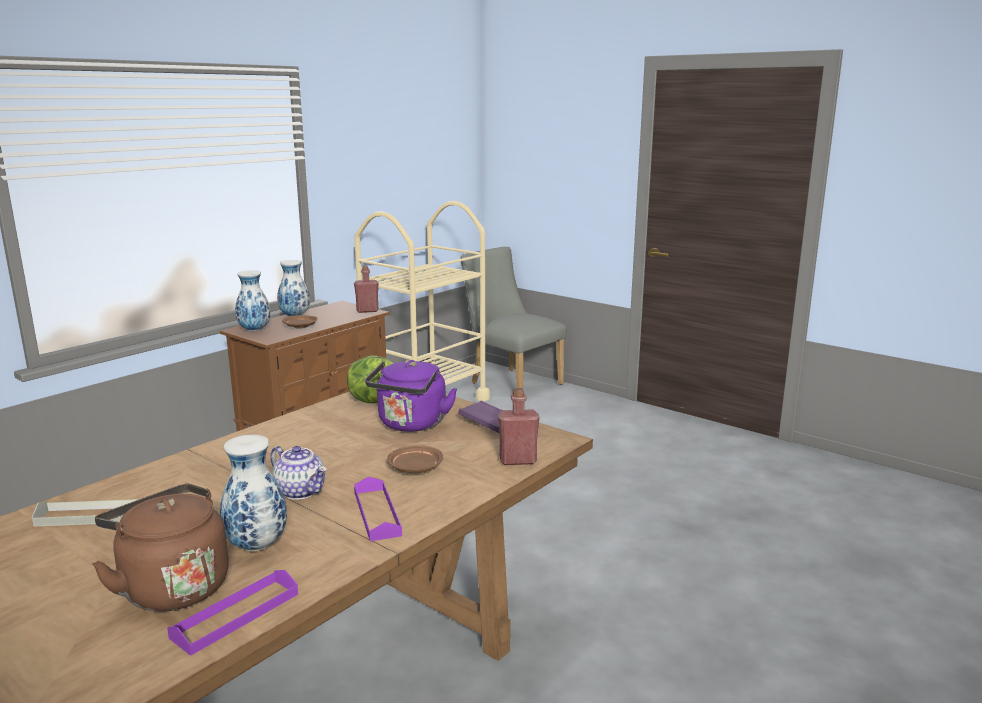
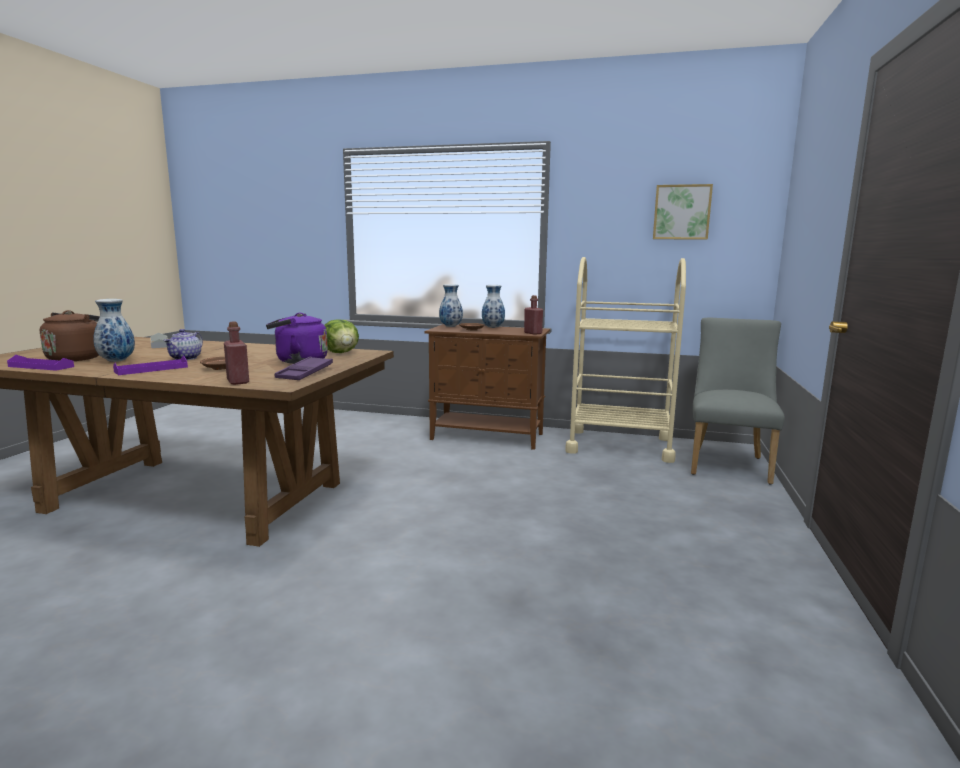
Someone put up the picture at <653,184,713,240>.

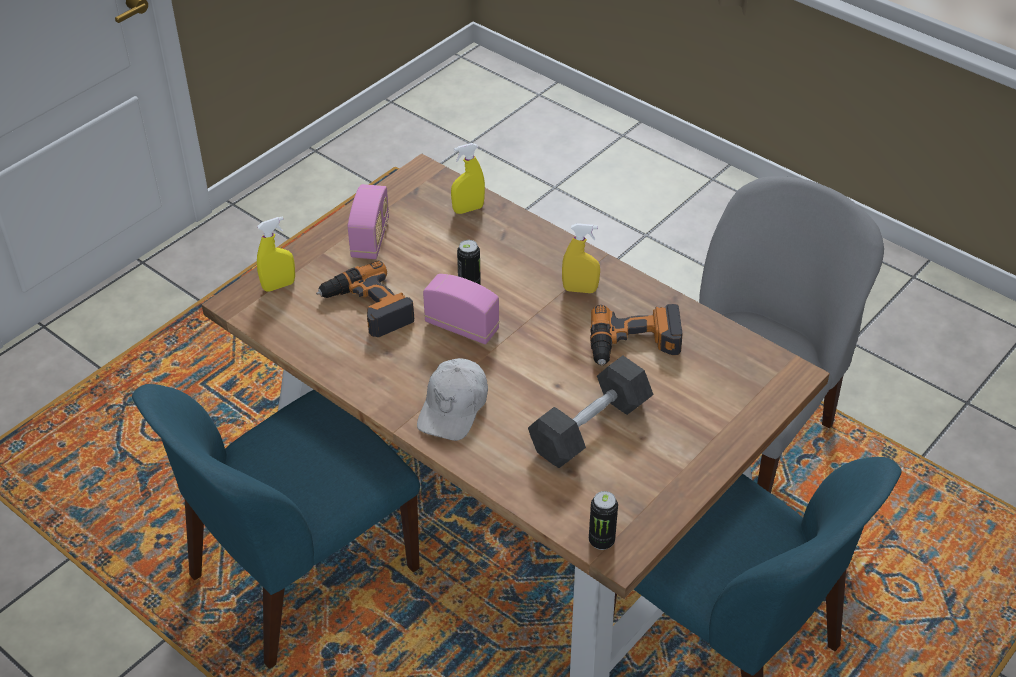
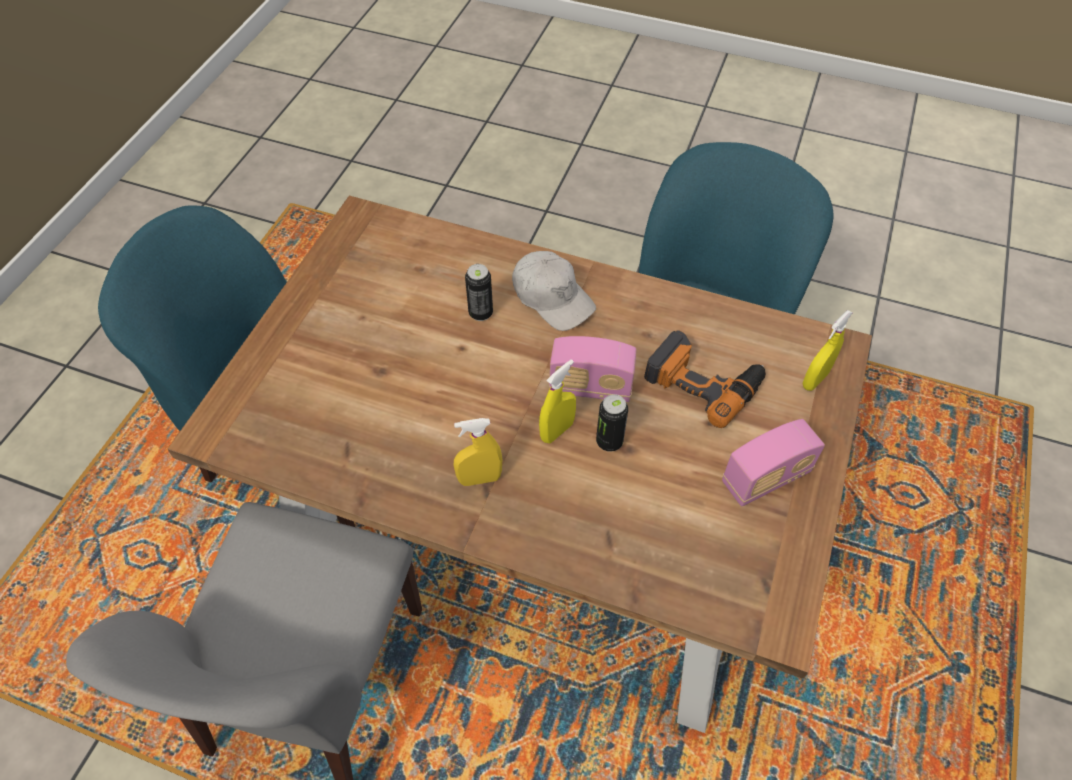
Someone carried the yellowish spray bottle from <451,143,485,214> to <539,359,576,443>.
Someone rotated the radio at <348,184,389,259> by 105 degrees counterclockwise.
Someone took away the electric drill at <590,304,683,366>.
Someone took away the grey dumbbell at <528,355,654,468>.
Someone rotated the white-coloured baseball cap at <417,358,488,441> by 135 degrees clockwise.
Someone carried the can from <589,491,618,550> to <465,264,493,321>.

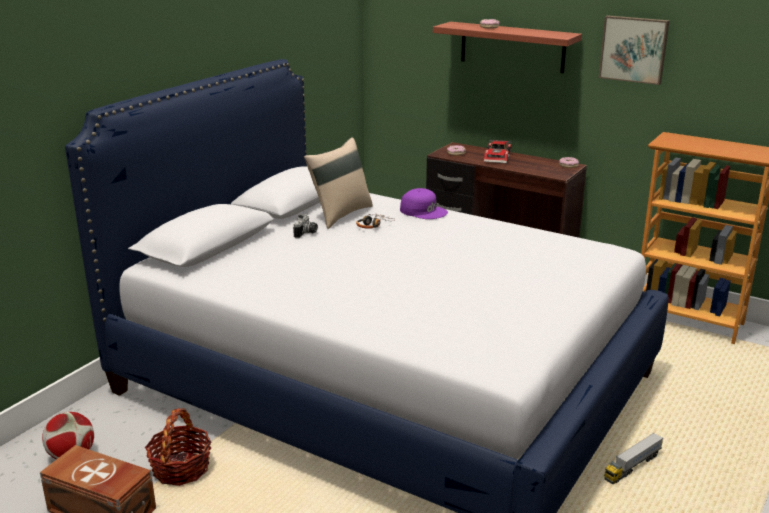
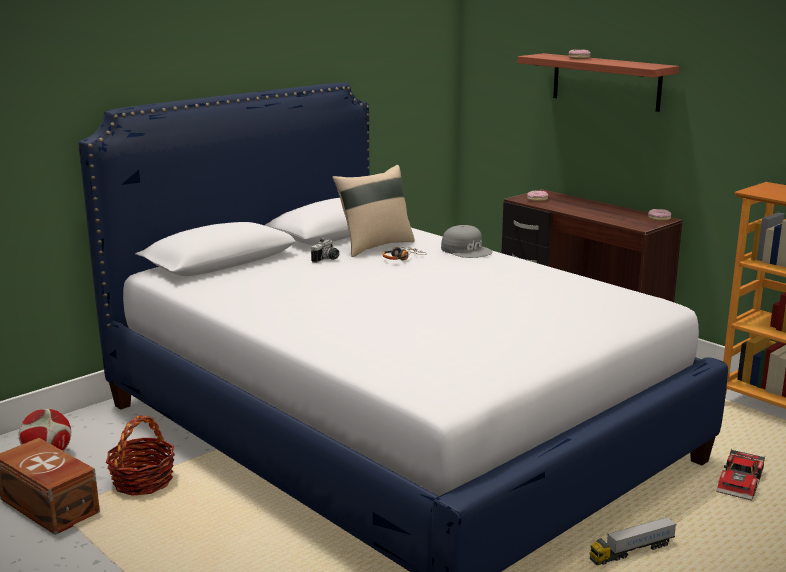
Someone took away the picture at <599,15,670,85>.
Someone carried the model car from <484,140,512,164> to <717,449,765,501>.
Someone repainted the purple-coloured baseball cap at <400,188,448,219>, which became the grey baseball cap at <441,225,493,258>.

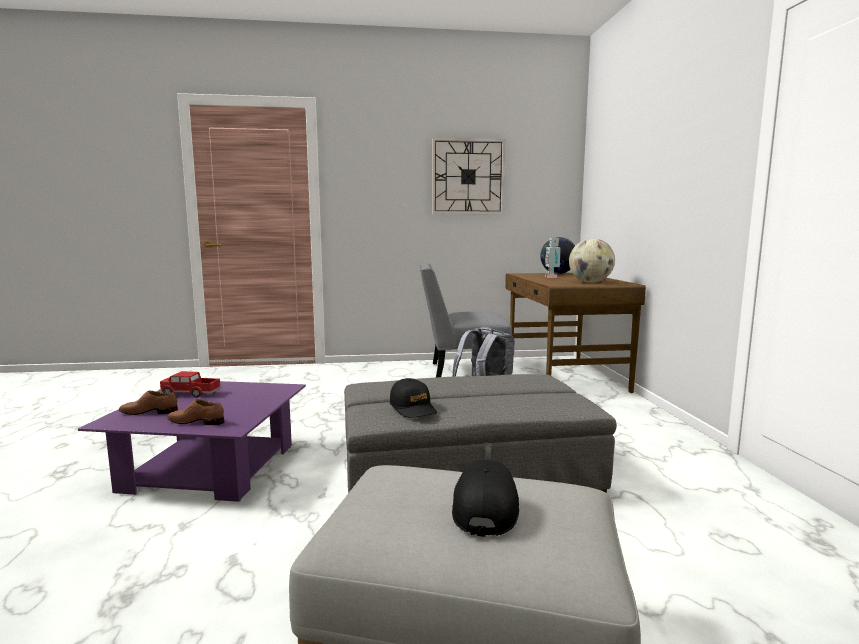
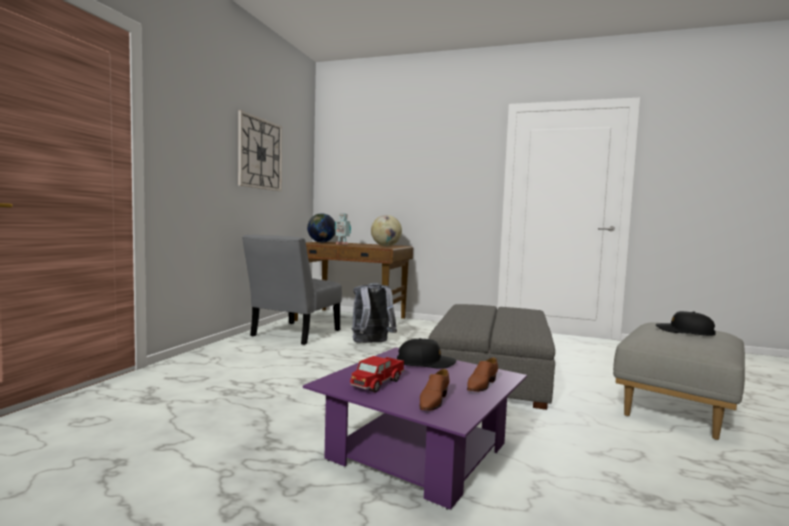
Someone carried the black-coloured baseball cap from <390,378,437,418> to <397,338,456,369>.

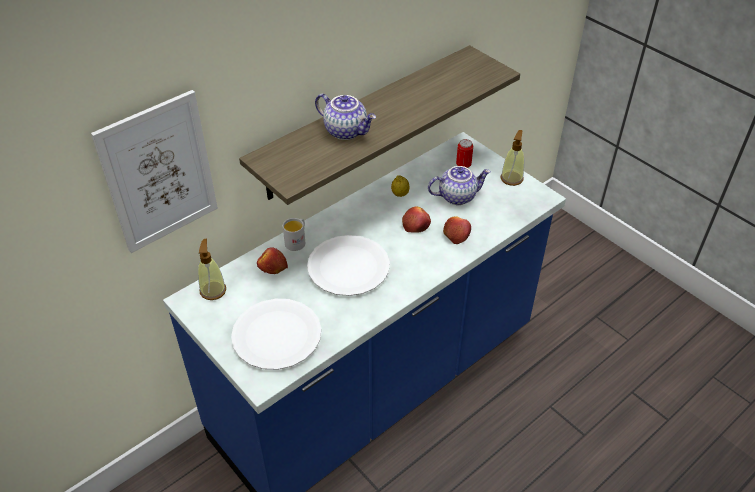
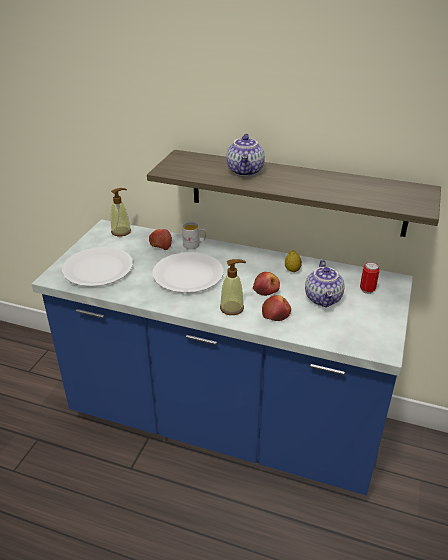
Someone took away the picture at <91,90,218,253>.
Someone carried the liquid soap bottle from <501,130,524,186> to <220,259,246,315>.
Someone rotated the tea pot at <428,166,491,205> by 45 degrees clockwise.

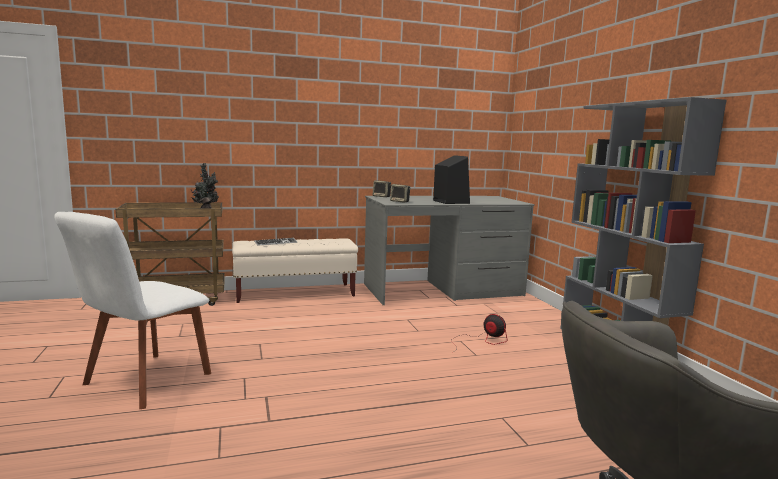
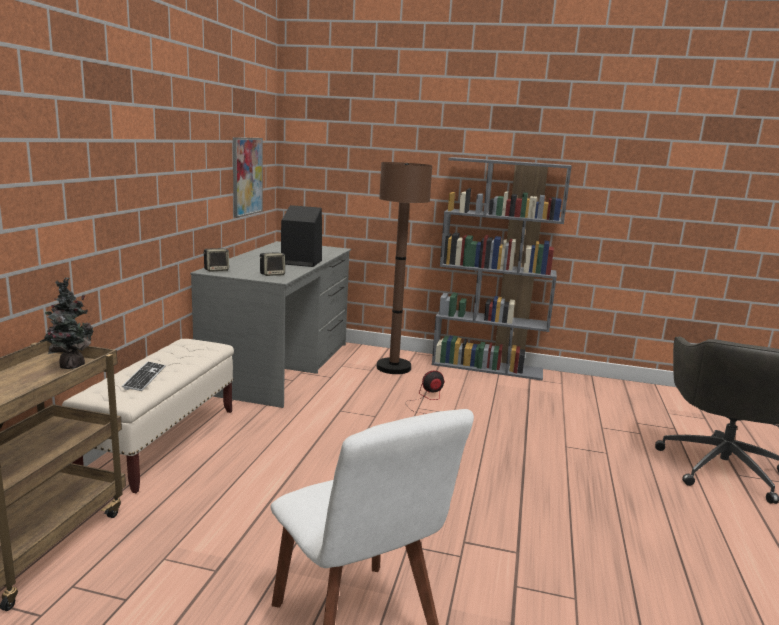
Someone put up the picture at <233,137,263,218>.
Someone put down the brown-coloured floor lamp at <377,162,432,374>.

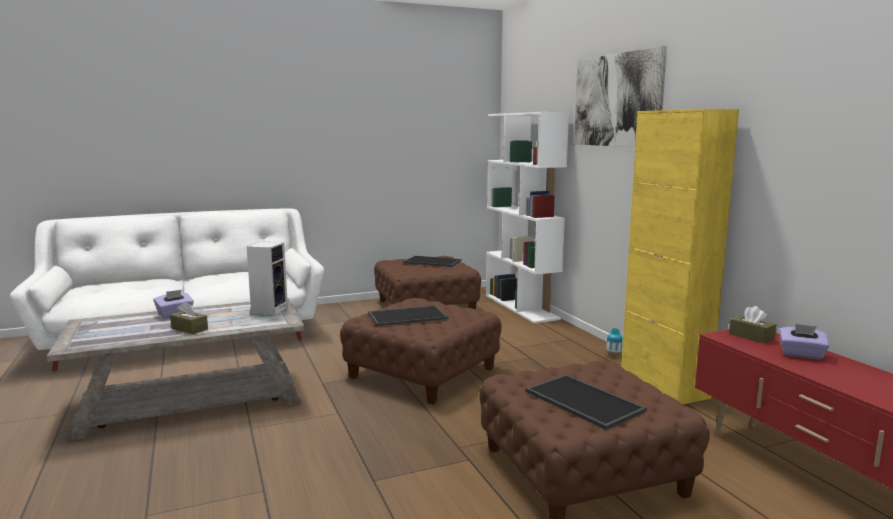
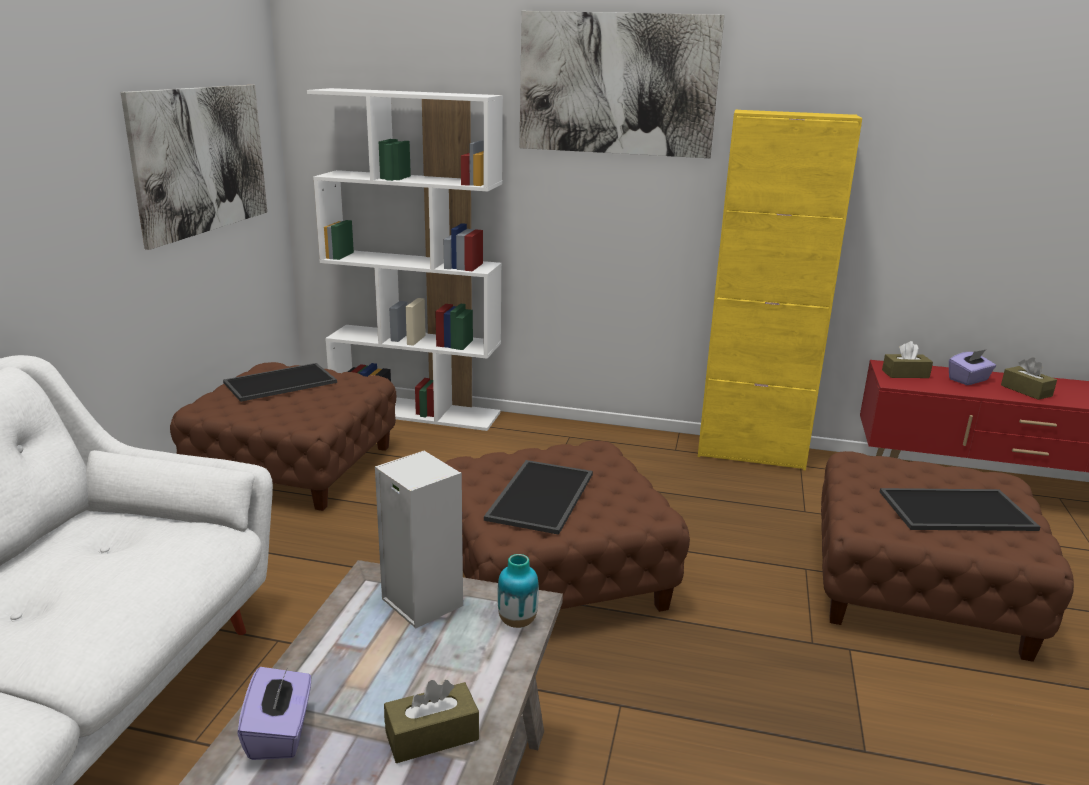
Someone carried the decorative vase from <606,328,623,356> to <497,554,539,628>.
Someone put up the picture at <121,85,267,250>.
Someone put down the brown-coloured tissue box at <1001,357,1057,400>.

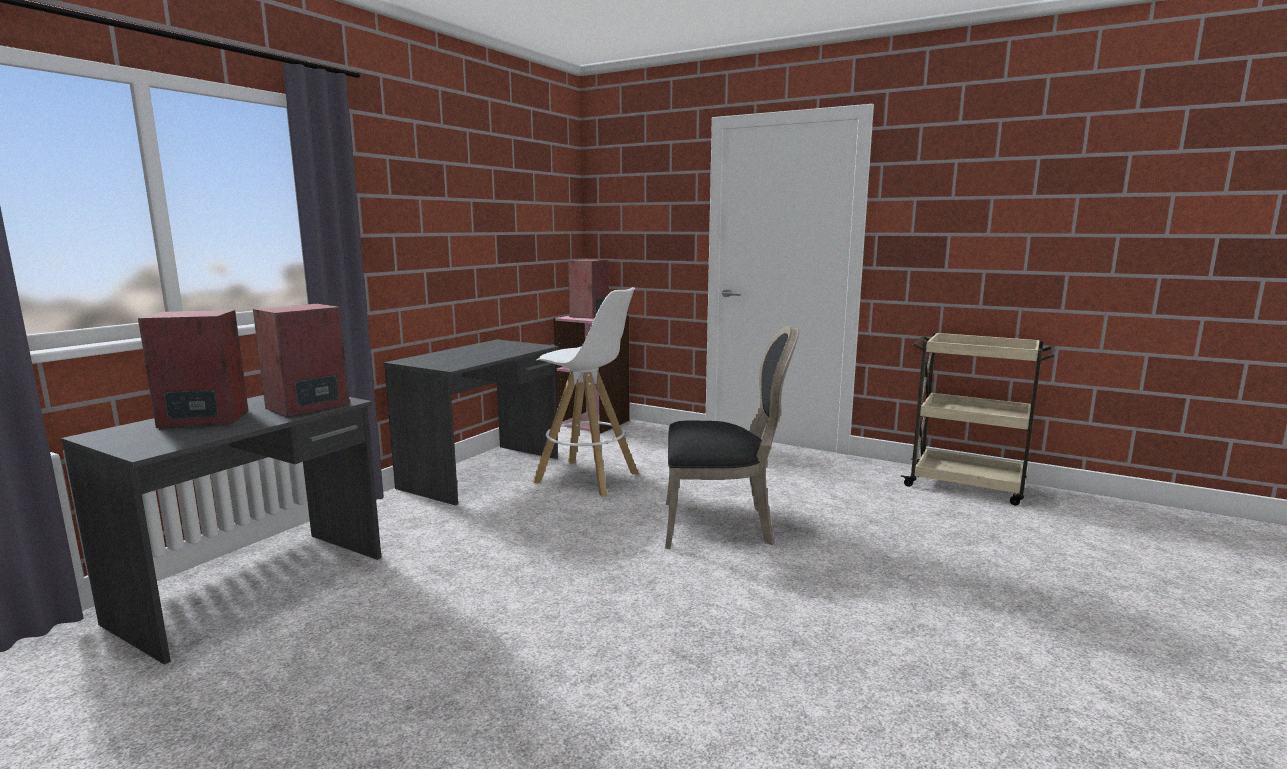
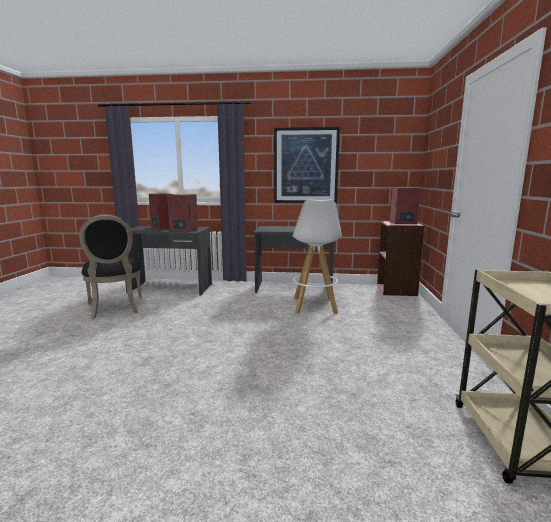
Someone carried the black-coloured plain chair from <665,326,799,549> to <79,214,142,319>.
Someone put up the picture at <274,127,340,203>.

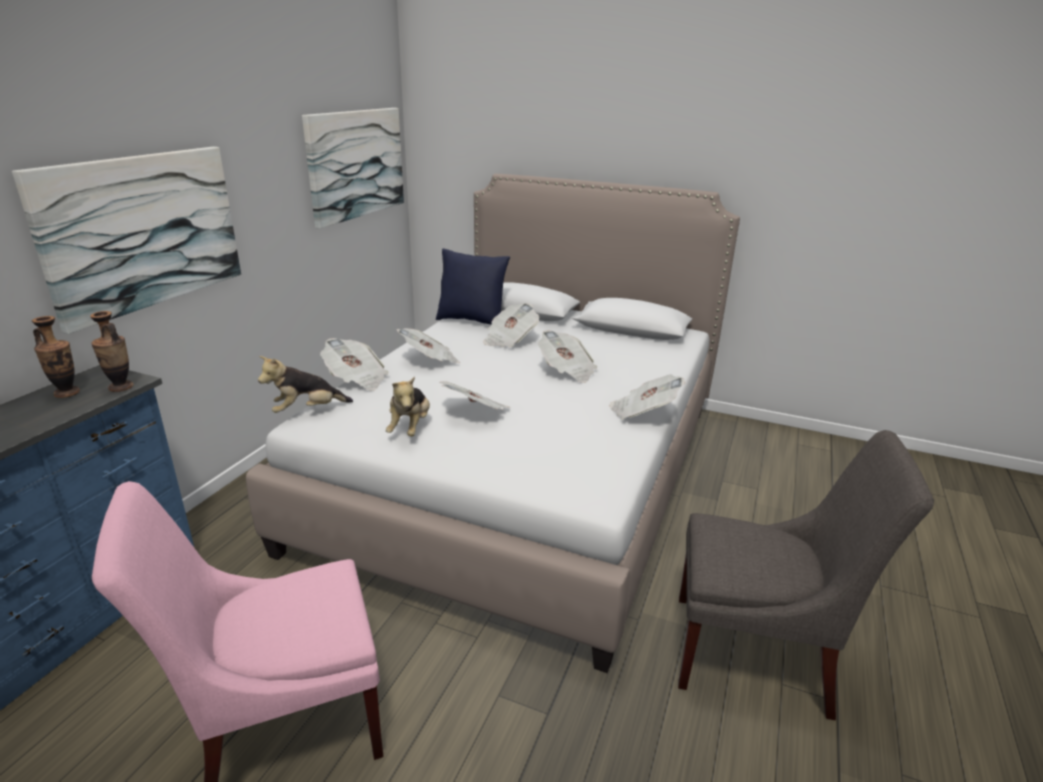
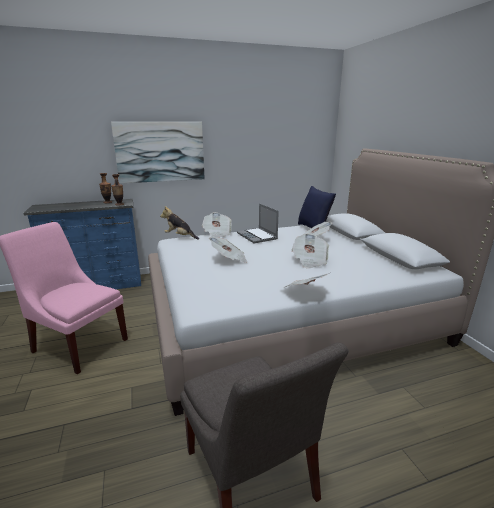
Someone took away the picture at <302,108,404,229>.
Someone swapped the daily paper at <397,328,460,363> for the laptop at <237,203,279,243>.
Someone took away the cuddly toy at <386,376,430,436>.

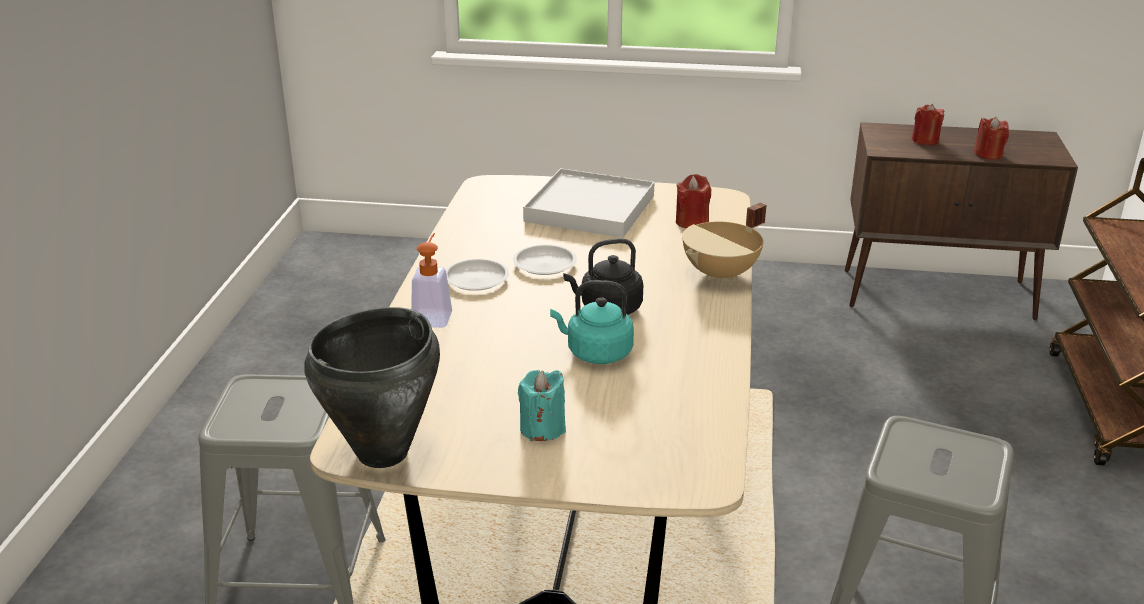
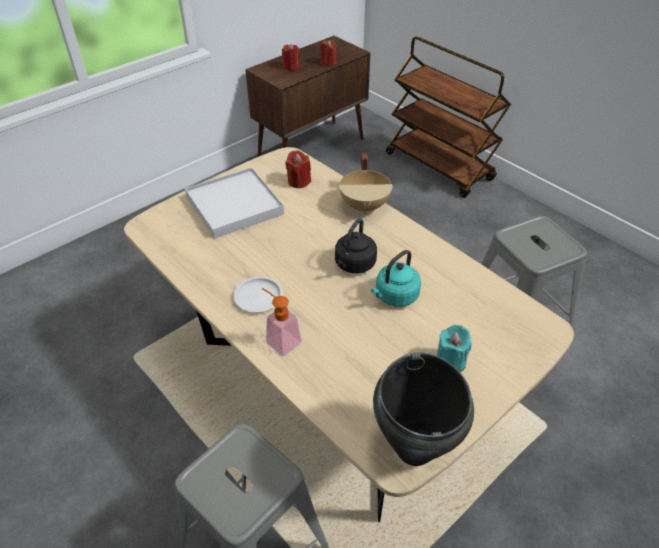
Someone took away the white-coloured plate at <513,244,577,275>.

